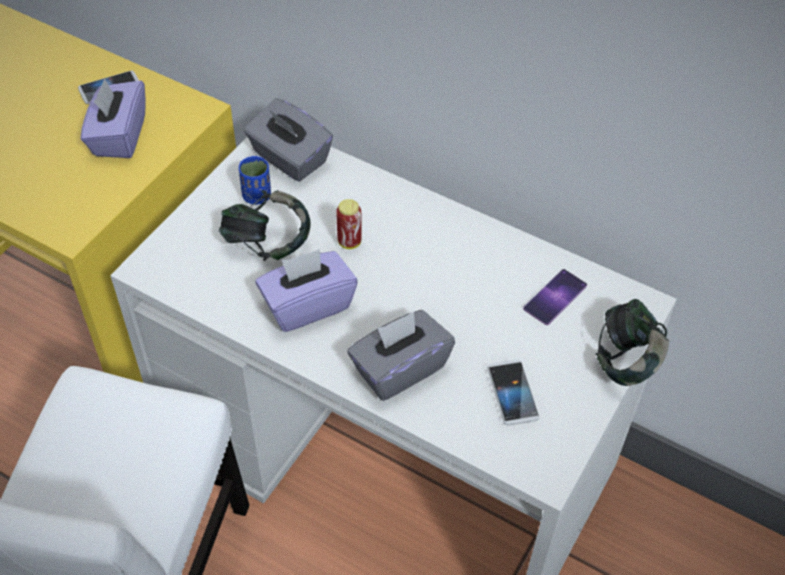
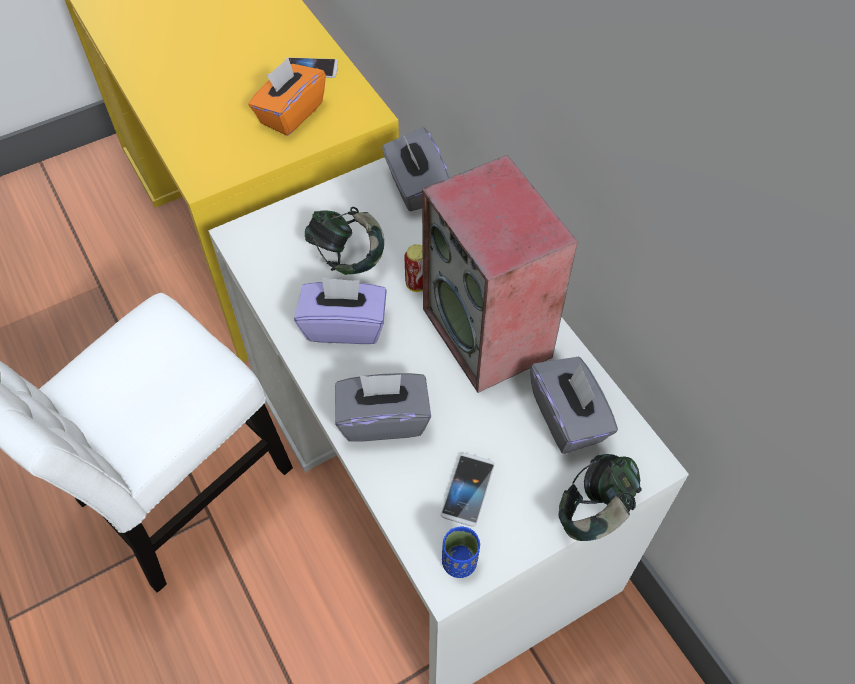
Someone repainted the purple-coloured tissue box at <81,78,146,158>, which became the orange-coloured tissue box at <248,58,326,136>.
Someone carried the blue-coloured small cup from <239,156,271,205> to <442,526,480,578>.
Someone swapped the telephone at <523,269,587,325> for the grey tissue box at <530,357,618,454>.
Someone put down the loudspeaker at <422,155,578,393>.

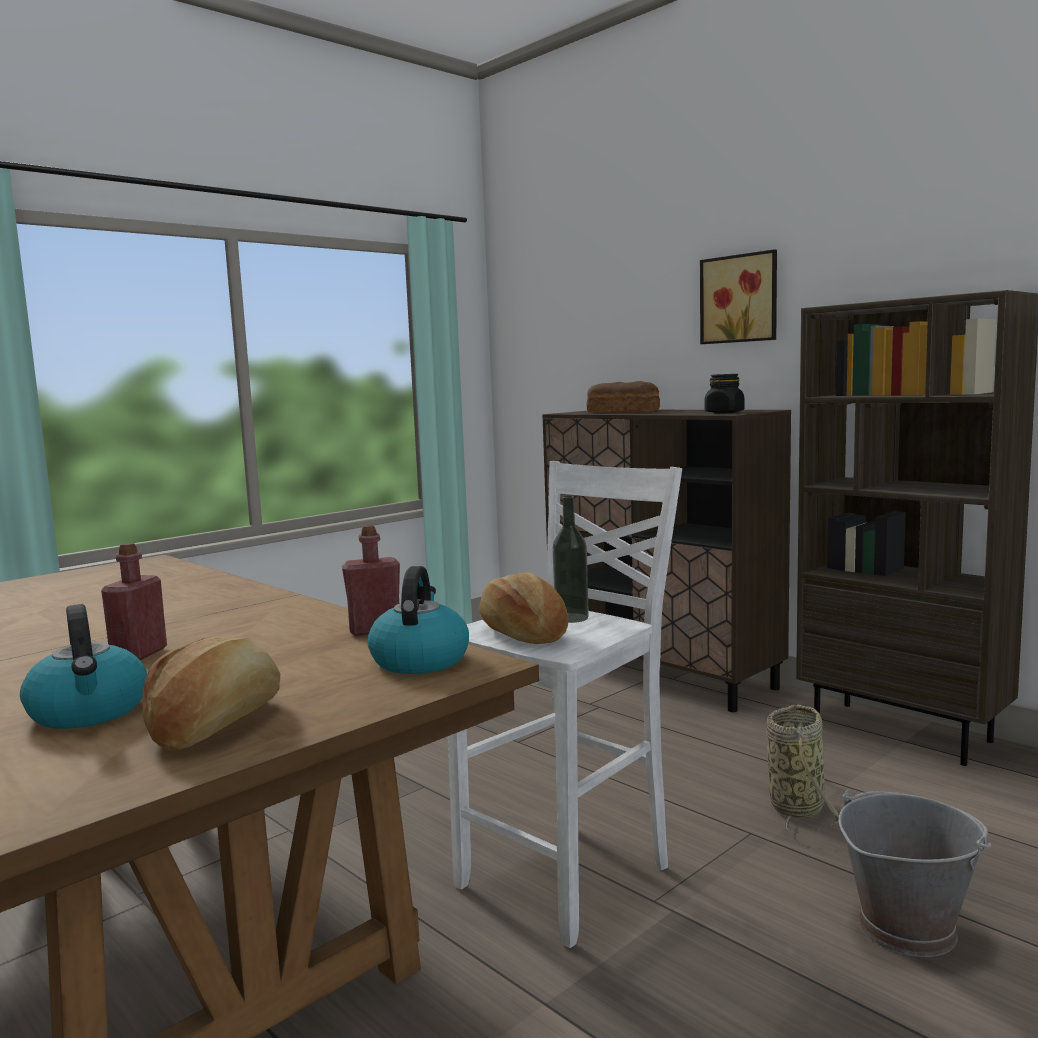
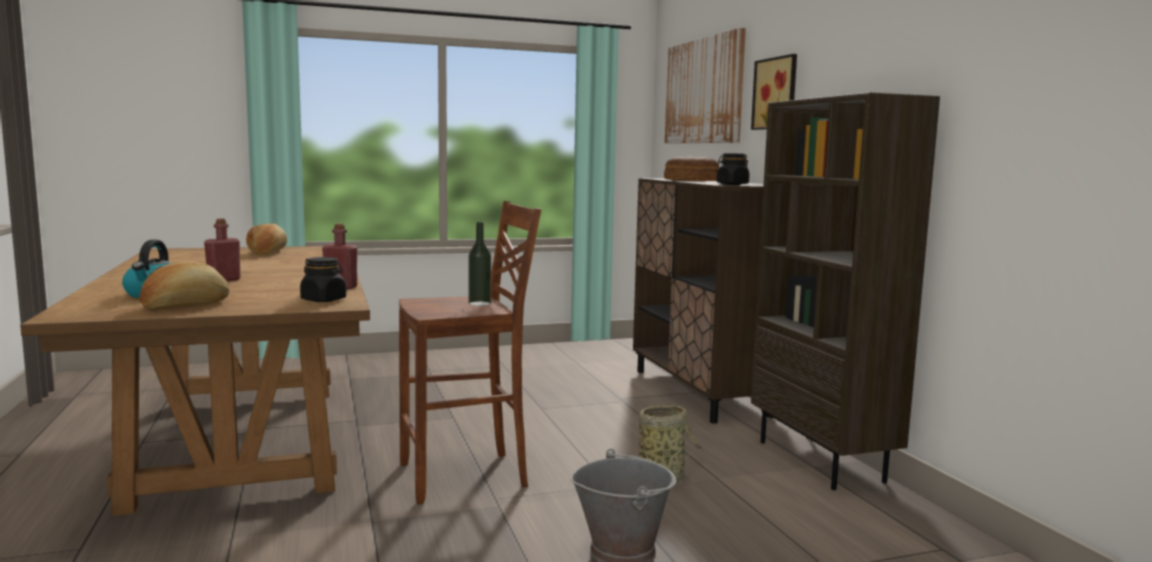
Someone repainted the white-coloured stool seat at <448,461,682,948>, which became the brown-coloured stool seat at <399,201,541,504>.
Someone swapped the kettle at <367,566,469,674> for the black-coloured storage jar at <300,257,346,302>.
Someone carried the bread from <479,573,568,644> to <246,224,287,255>.
Someone put up the picture at <665,28,746,143>.

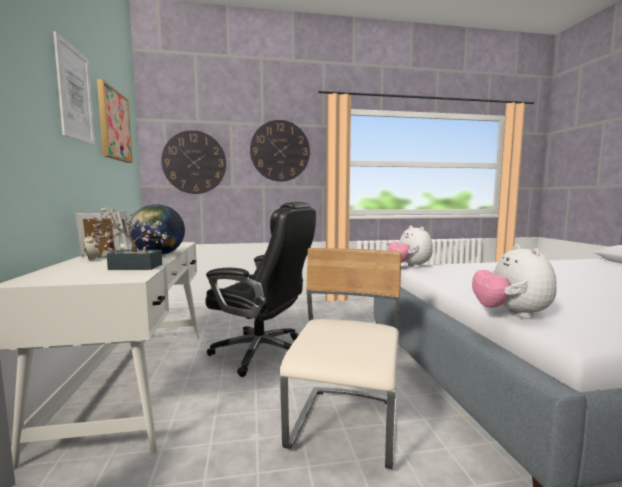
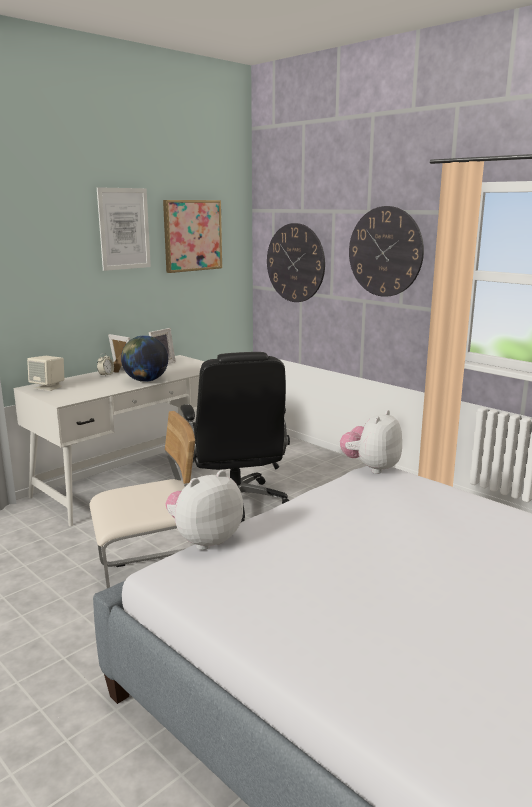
Someone took away the plant in a pot at <87,207,170,270>.
Someone put down the sand-coloured loudspeaker at <27,356,64,391>.

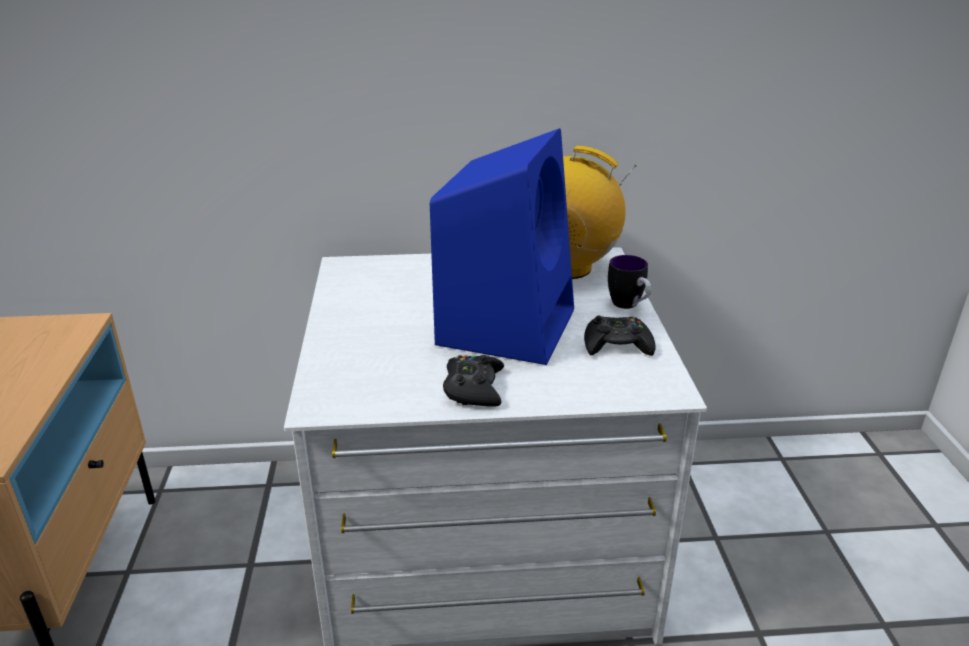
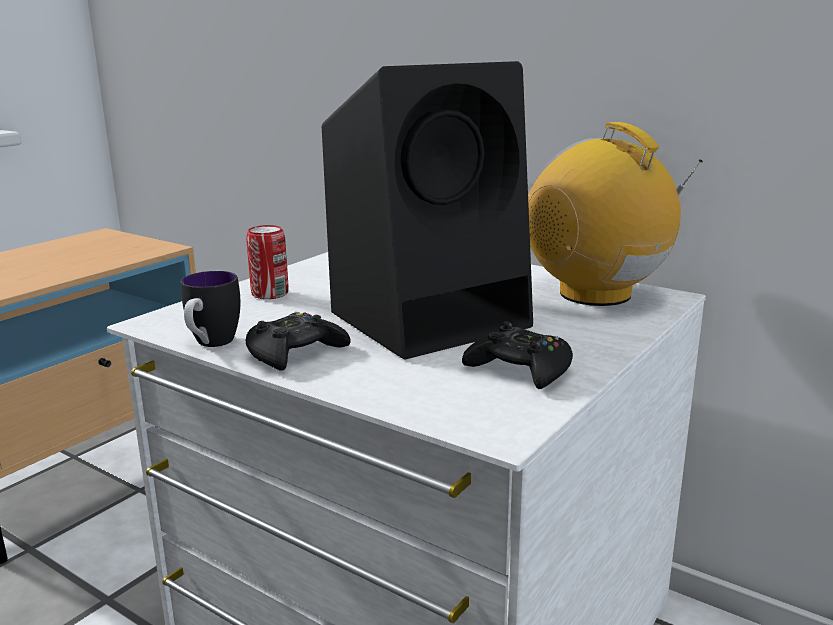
Someone repainted the blue-coloured loudspeaker at <430,128,574,365>, which became the black-coloured loudspeaker at <322,61,533,360>.
Someone carried the coffee mug from <608,255,652,309> to <181,271,240,347>.
Someone put down the can at <246,225,289,299>.

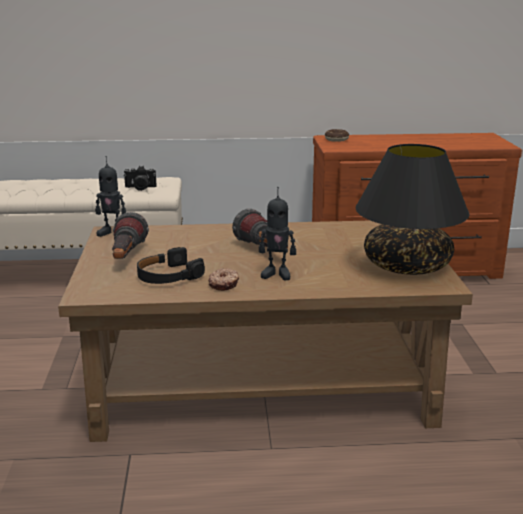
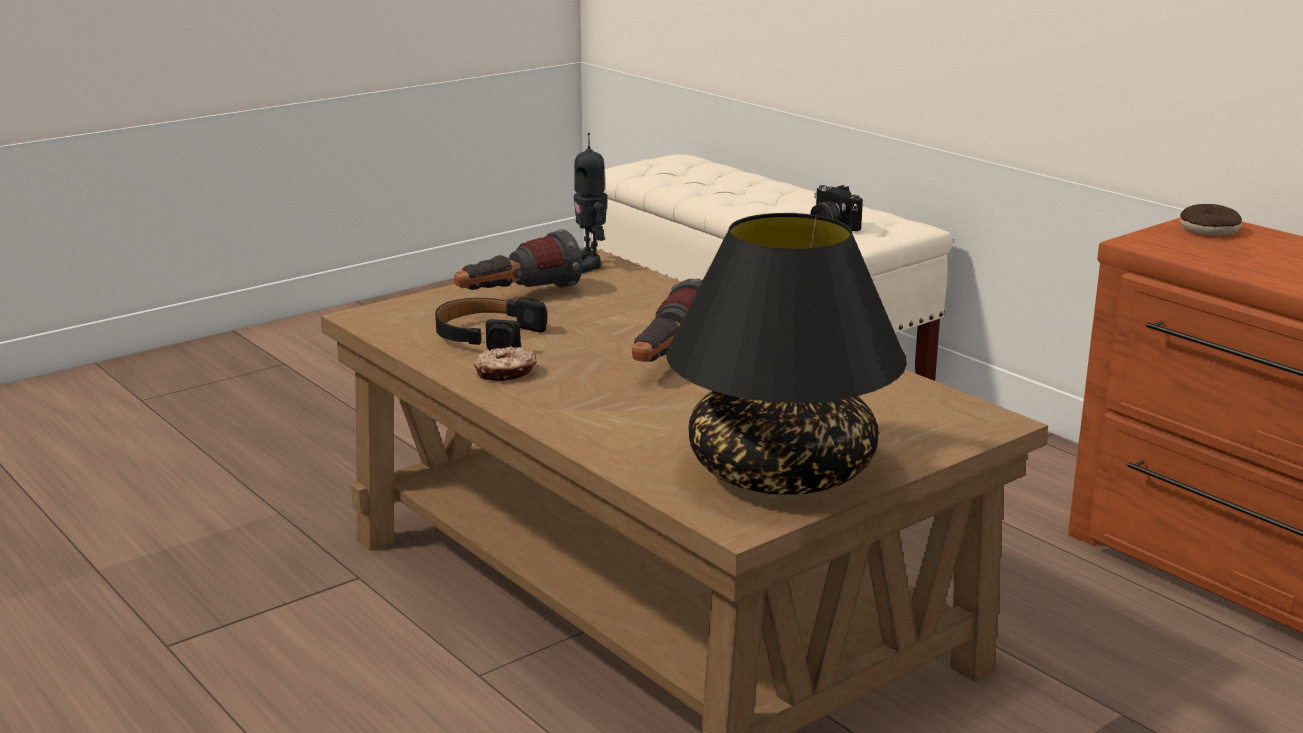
Someone took away the robot figure at <259,187,296,280>.

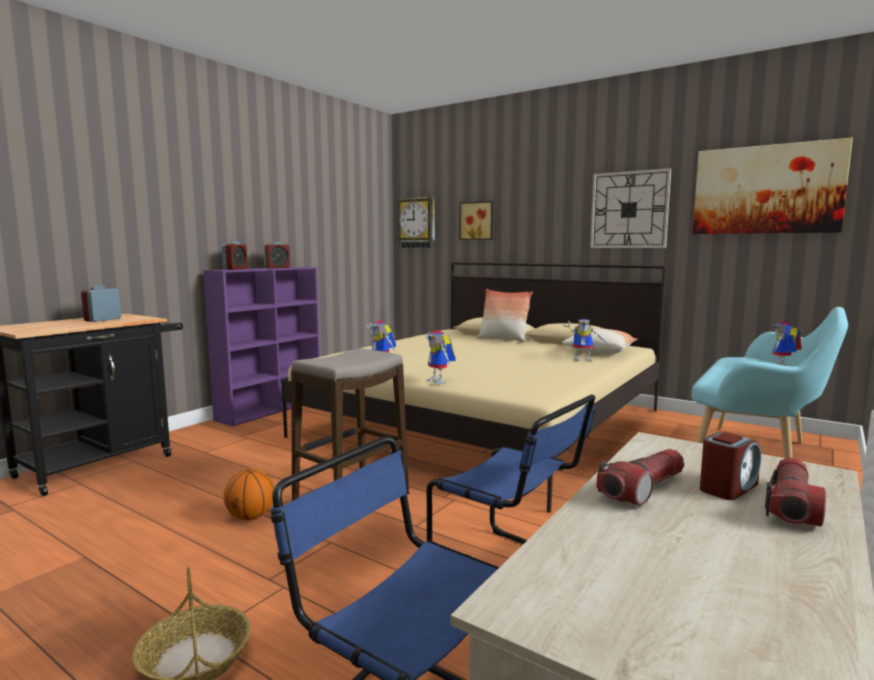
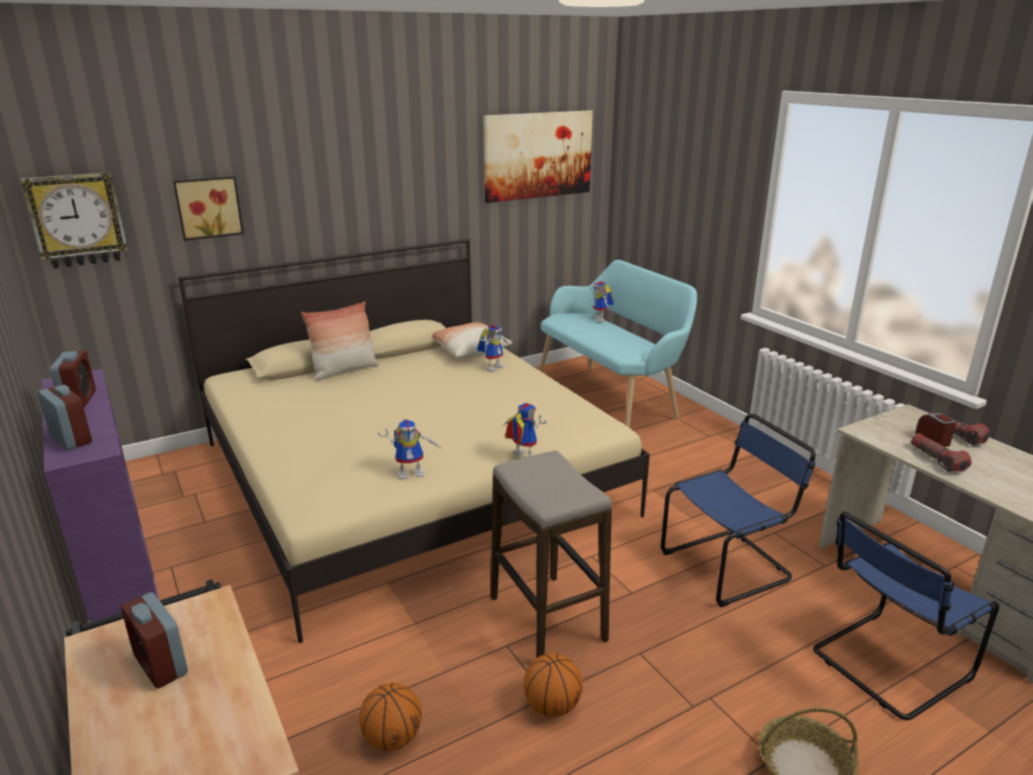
Someone took away the hanging clock at <590,168,671,248>.
Someone rotated the robot figure at <426,330,455,384> by 135 degrees counterclockwise.
Someone put down the basketball ball at <359,683,422,751>.

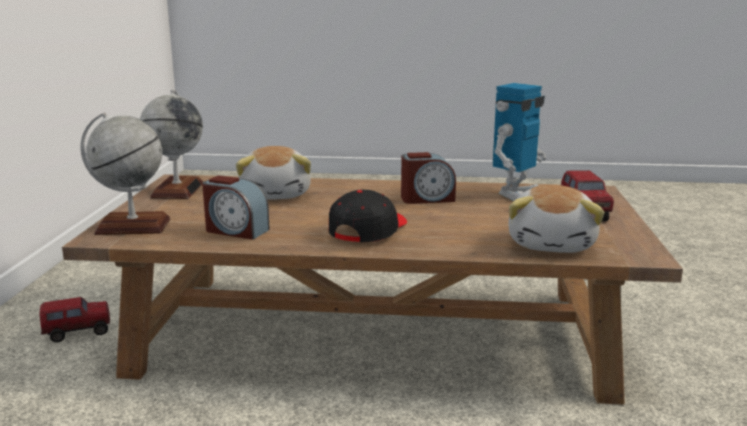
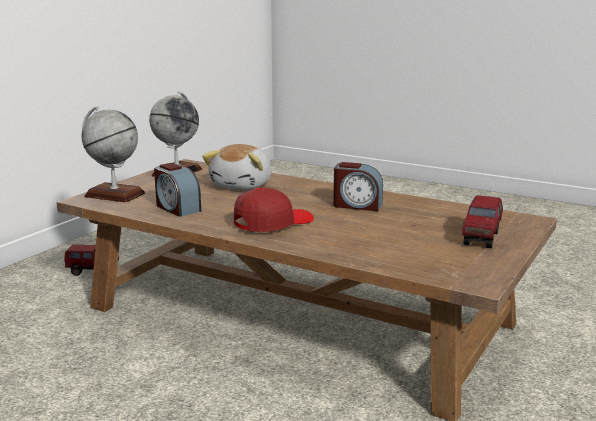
Someone took away the robot figure at <493,83,546,201>.
Someone took away the cuddly toy at <508,185,605,253>.
Someone repainted the black-coloured baseball cap at <329,190,407,242>, which became the red-coloured baseball cap at <234,188,314,232>.

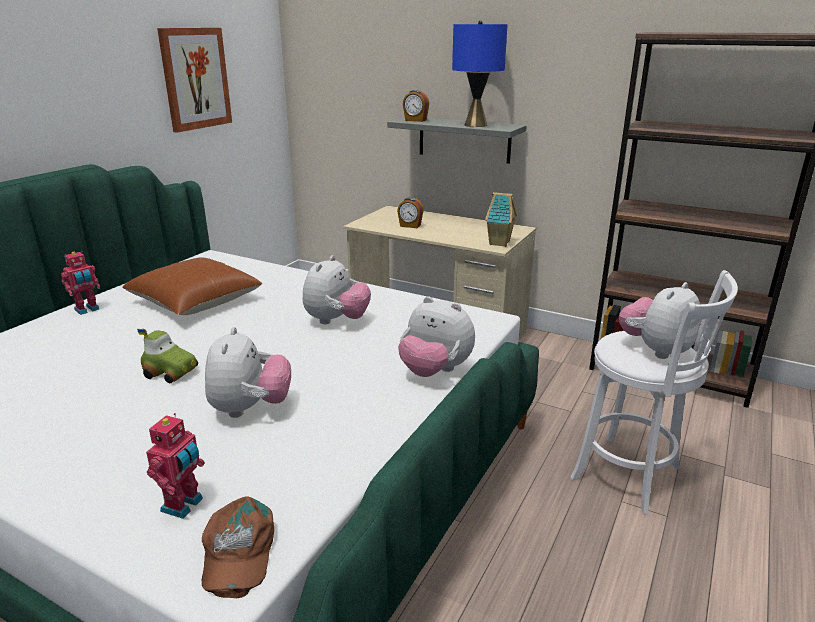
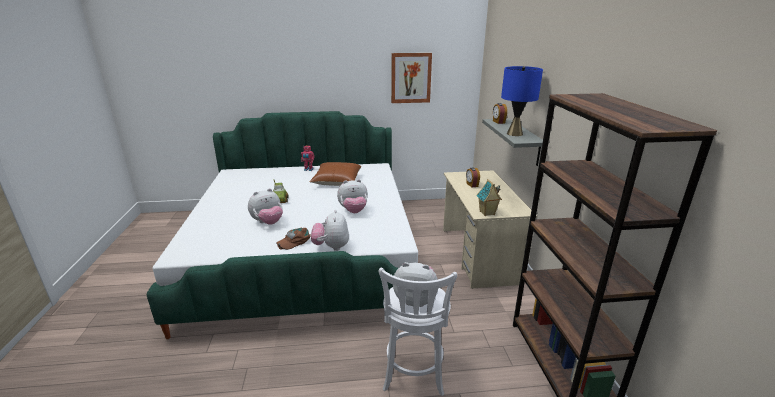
Someone took away the robot figure at <146,413,205,519>.
Someone carried the brown-coloured baseball cap from <202,496,274,598> to <276,228,311,250>.

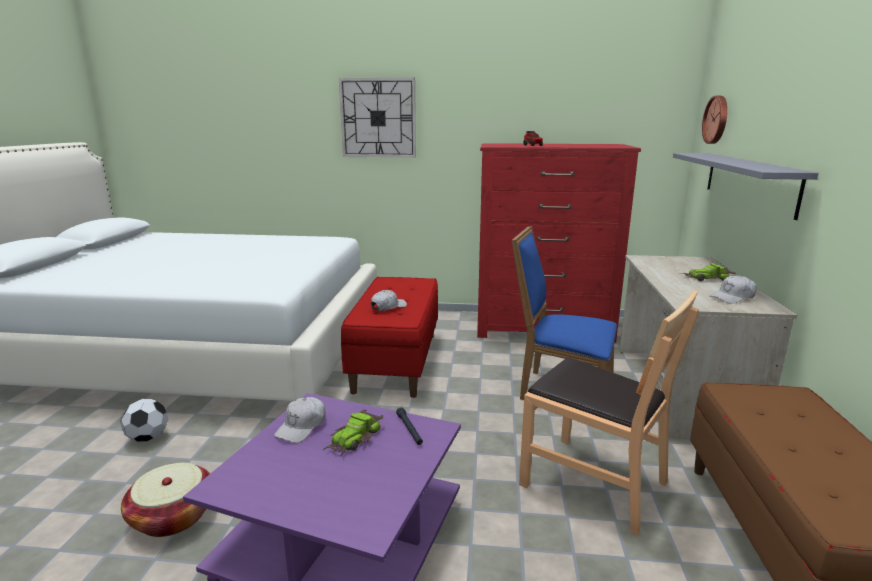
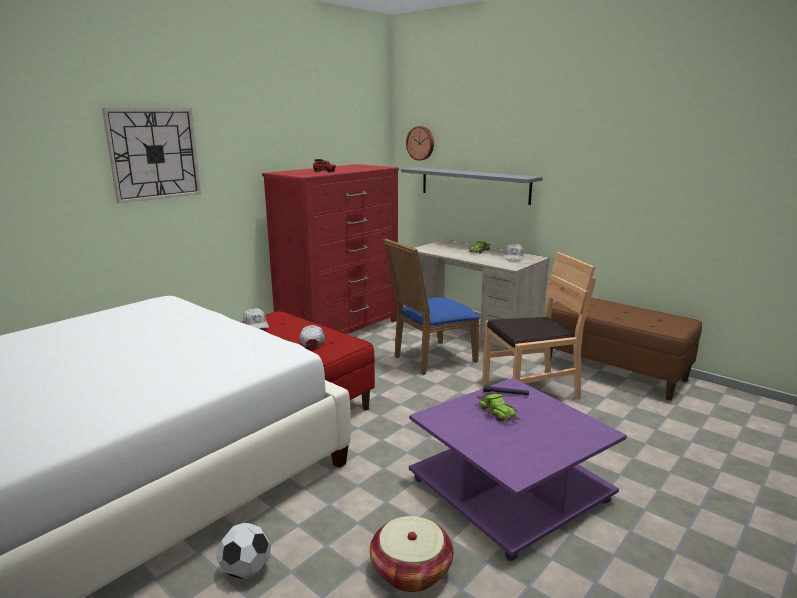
Someone carried the white-coloured baseball cap from <274,397,326,443> to <243,308,269,329>.

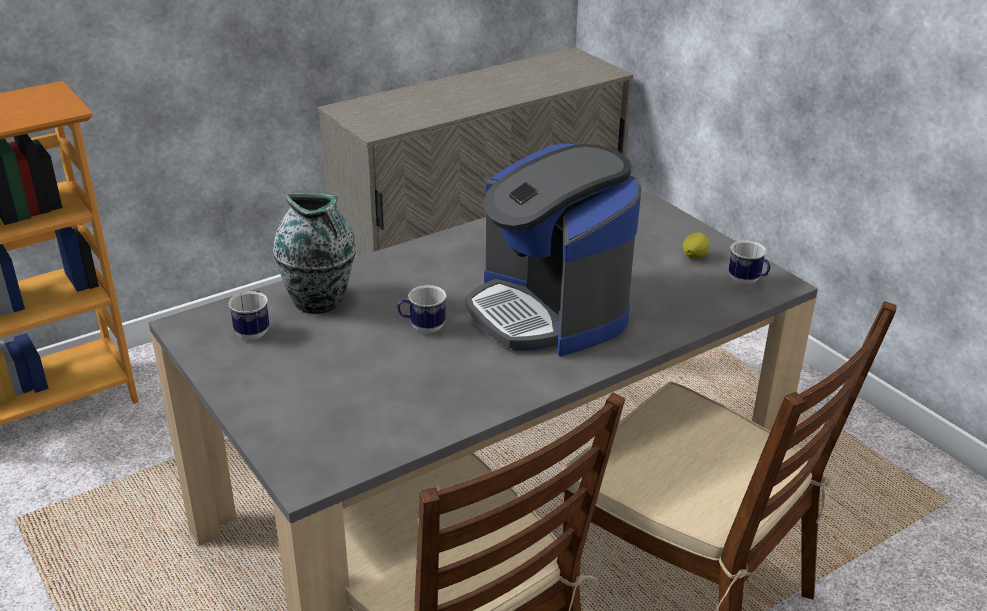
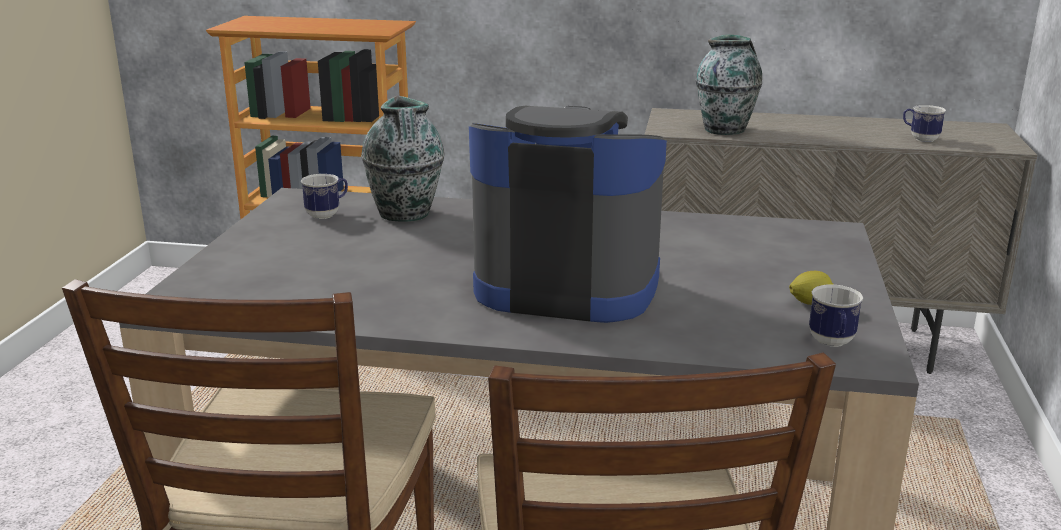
Someone rotated the coffee maker at <465,144,641,356> by 90 degrees clockwise.
Someone carried the coffee mug from <397,285,446,334> to <903,105,946,142>.
Someone put down the decorative vase at <696,34,762,135>.

